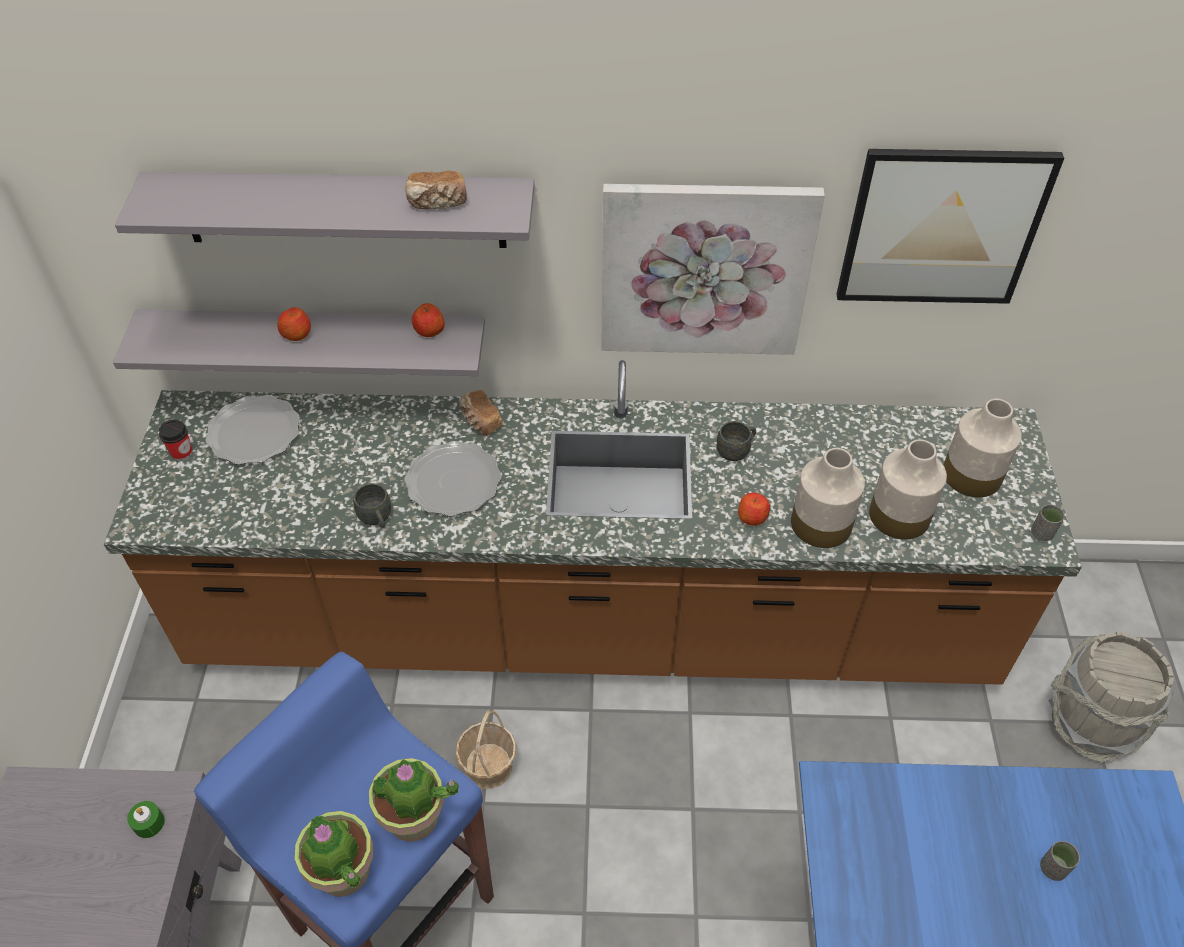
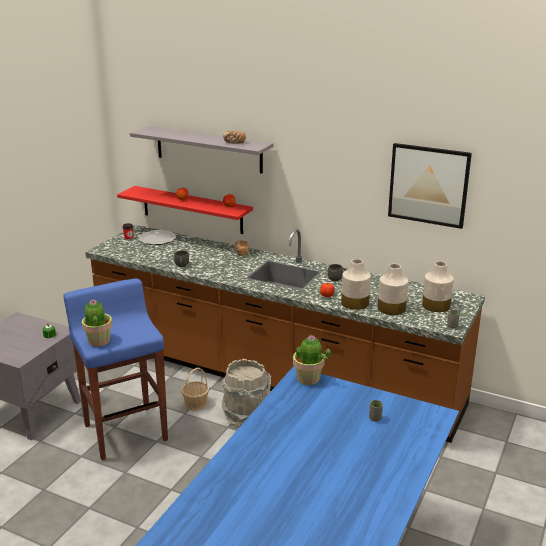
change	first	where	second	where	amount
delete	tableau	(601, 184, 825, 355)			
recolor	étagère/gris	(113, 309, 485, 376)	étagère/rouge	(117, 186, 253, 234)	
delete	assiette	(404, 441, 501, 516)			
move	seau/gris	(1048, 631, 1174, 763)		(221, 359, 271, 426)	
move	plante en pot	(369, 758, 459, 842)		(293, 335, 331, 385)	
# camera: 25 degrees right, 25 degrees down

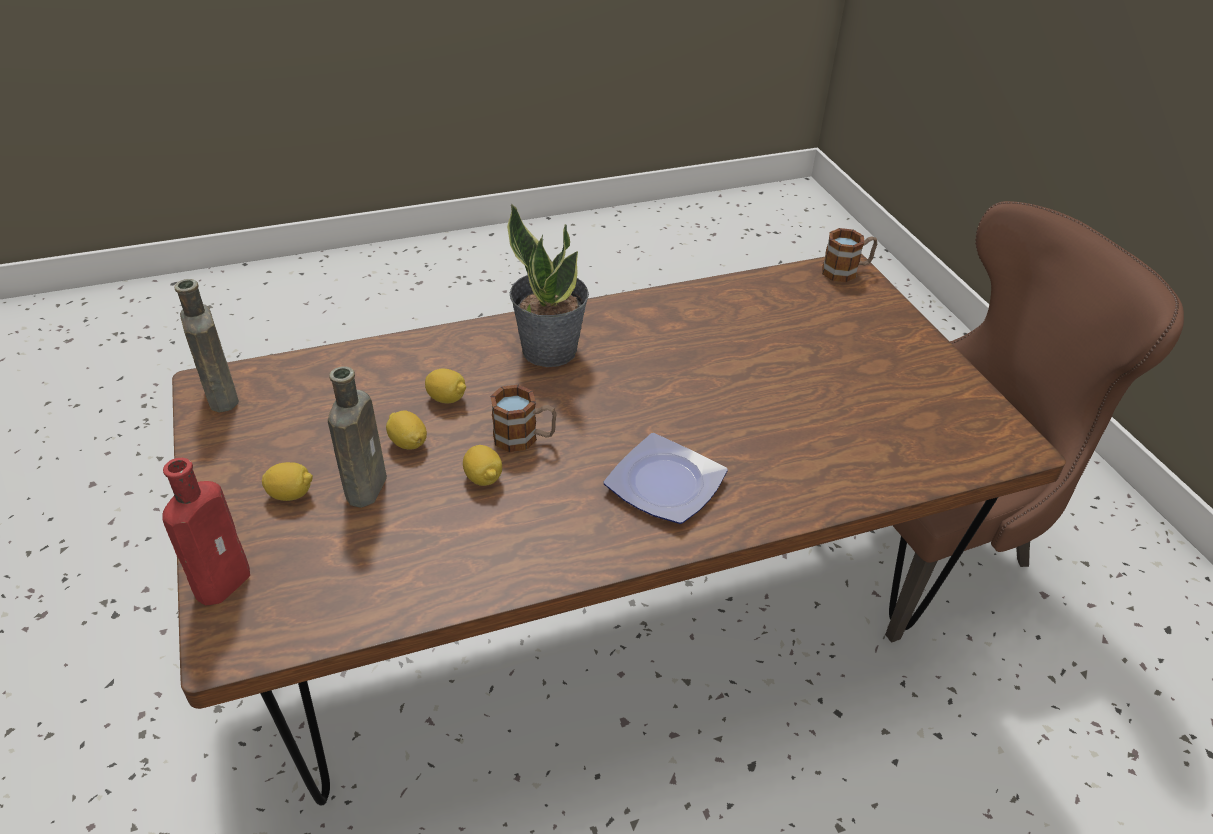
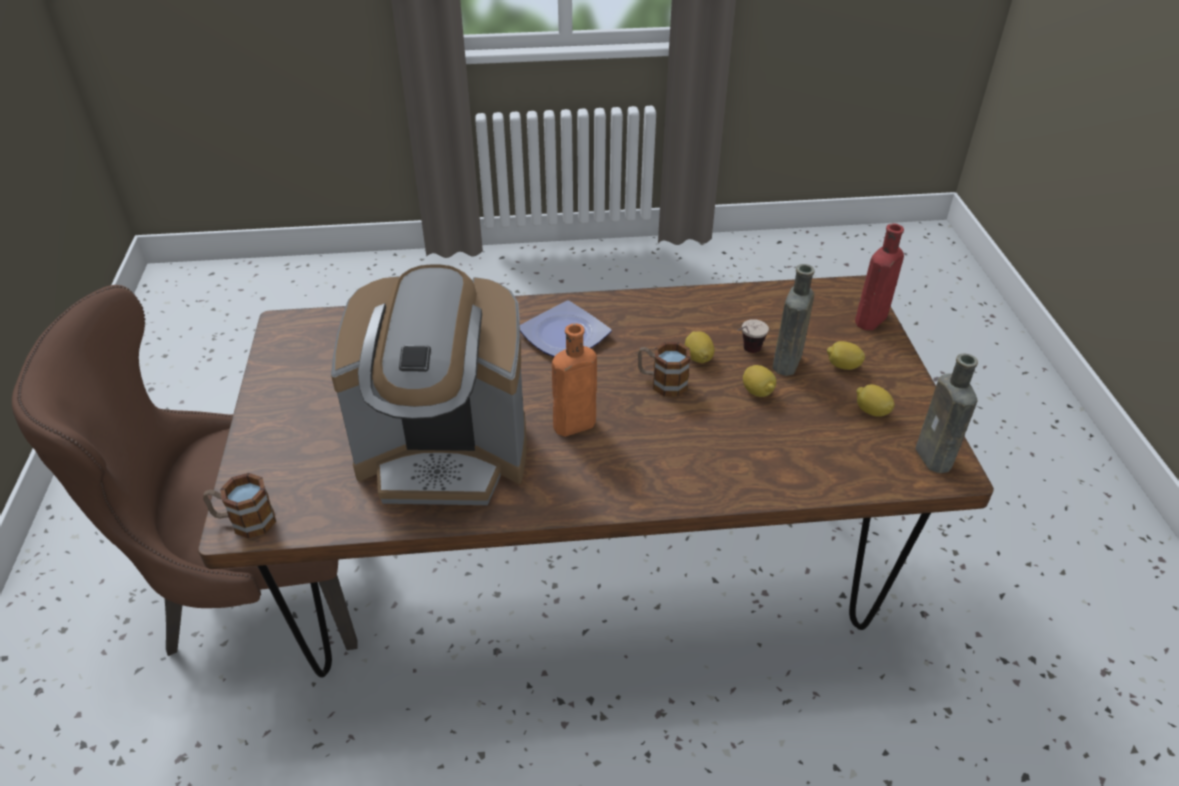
change	first	where	second	where	amount
delete	plante en pot	(507, 204, 589, 367)			
move	citron	(425, 369, 466, 403)		(856, 384, 895, 417)	
insert			machine à café	(331, 264, 527, 505)	
insert			tasse	(738, 319, 769, 353)	
insert			bouteille/orange	(552, 323, 597, 437)	
# camera: 165 degrees left, 0 degrees up

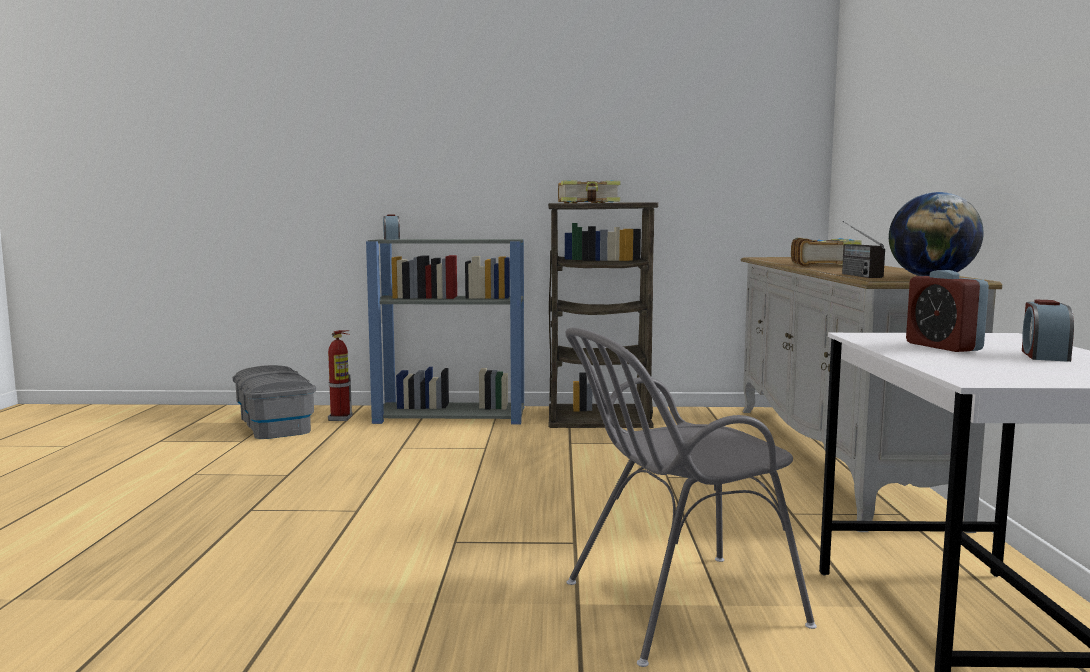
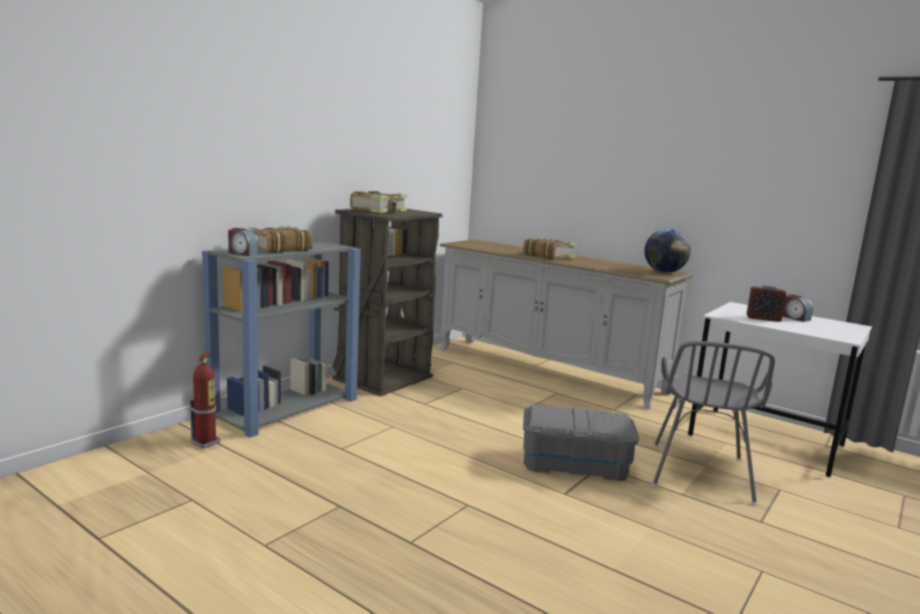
change	first	where	second	where	amount
delete	radio	(842, 221, 885, 278)			
move	boîte de rangement/gris	(232, 365, 316, 439)		(523, 405, 639, 481)	
insert			livre	(243, 226, 313, 253)	
# camera: 55 degrees left, 5 degrees up

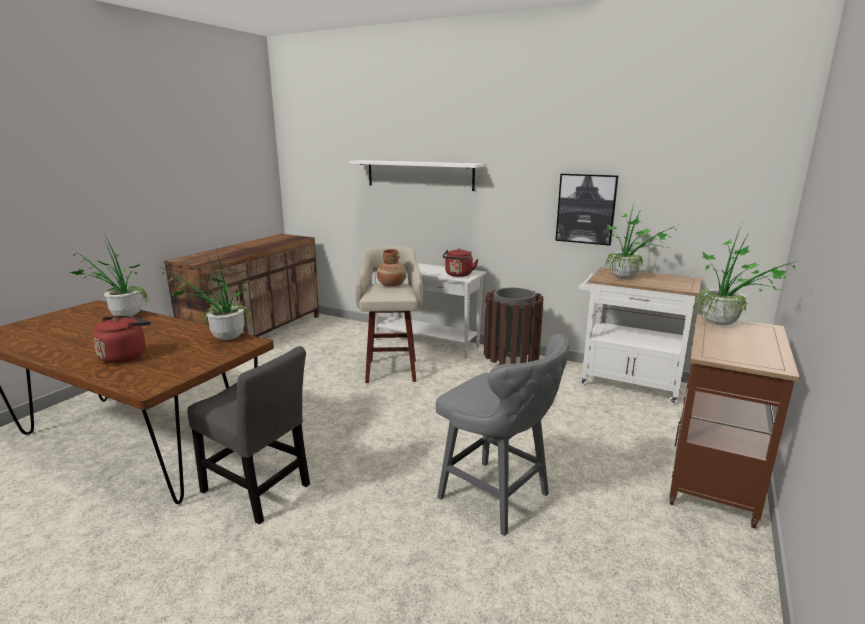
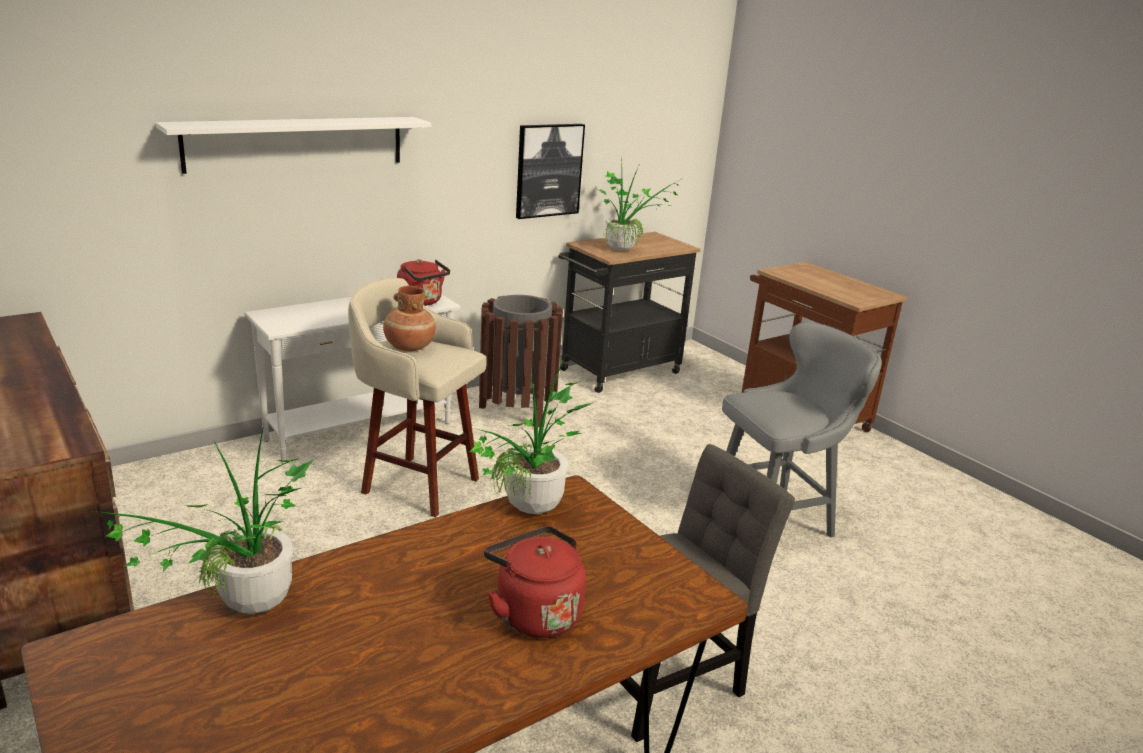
change	first	where	second	where	amount
delete	plante en pot	(694, 221, 796, 325)			
recolor	chariot/blanc	(579, 267, 701, 405)	chariot/noir	(559, 232, 700, 393)	
# camera: 65 degrees left, 5 degrees up

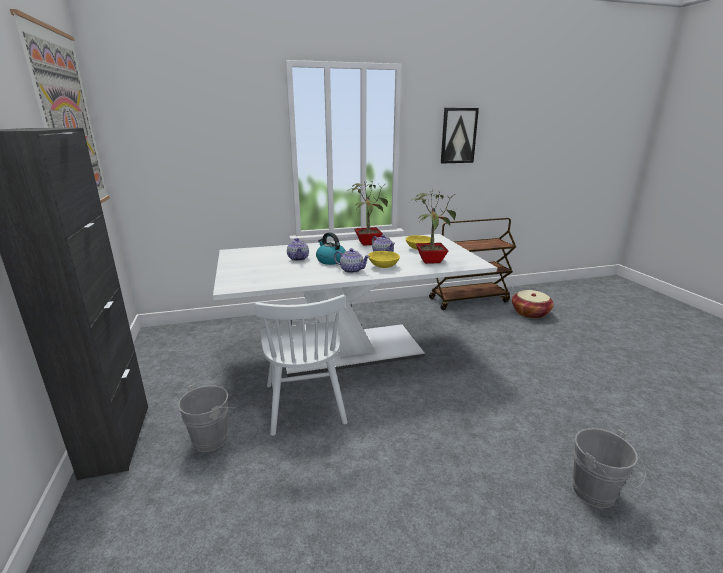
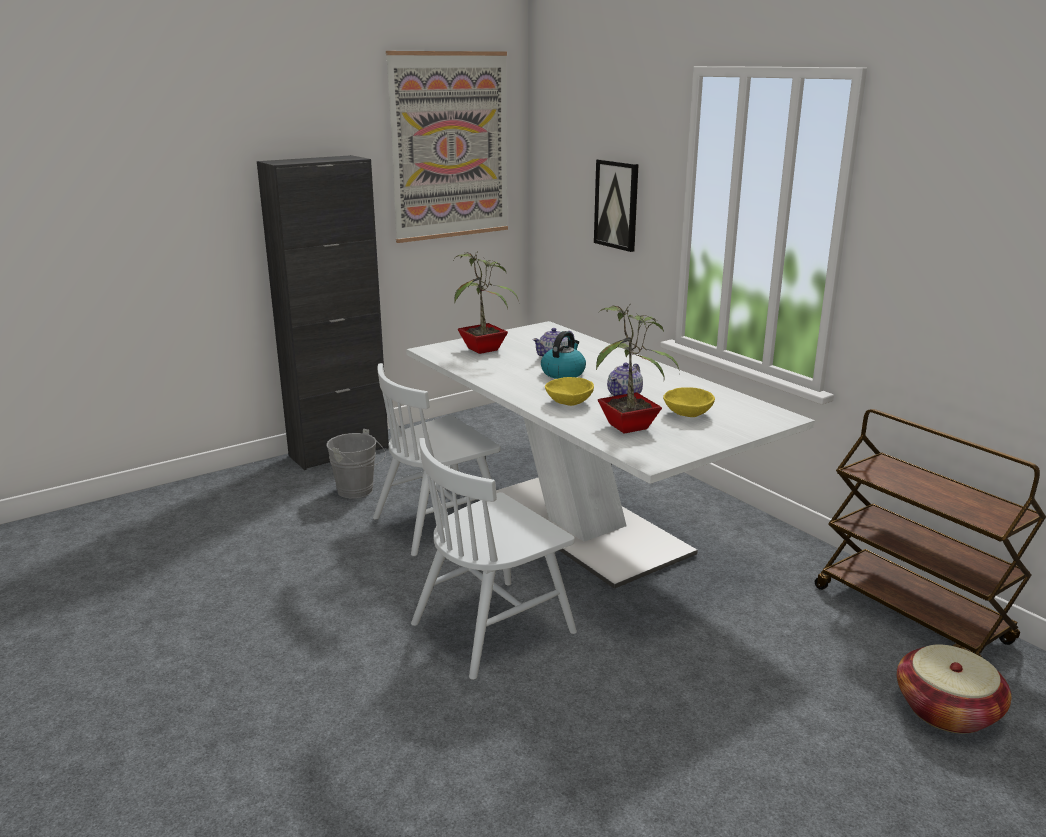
change	first	where	second	where	amount
move	tableau	(441, 108, 479, 164)		(594, 159, 639, 252)	
move	plante en pot	(346, 181, 388, 246)		(453, 250, 519, 354)	
delete	théière	(334, 248, 370, 273)			
delete	seau/gris	(572, 428, 646, 508)			
insert			chaise/blanc	(411, 437, 577, 680)	
# camera: 70 degrees right, 0 degrees up

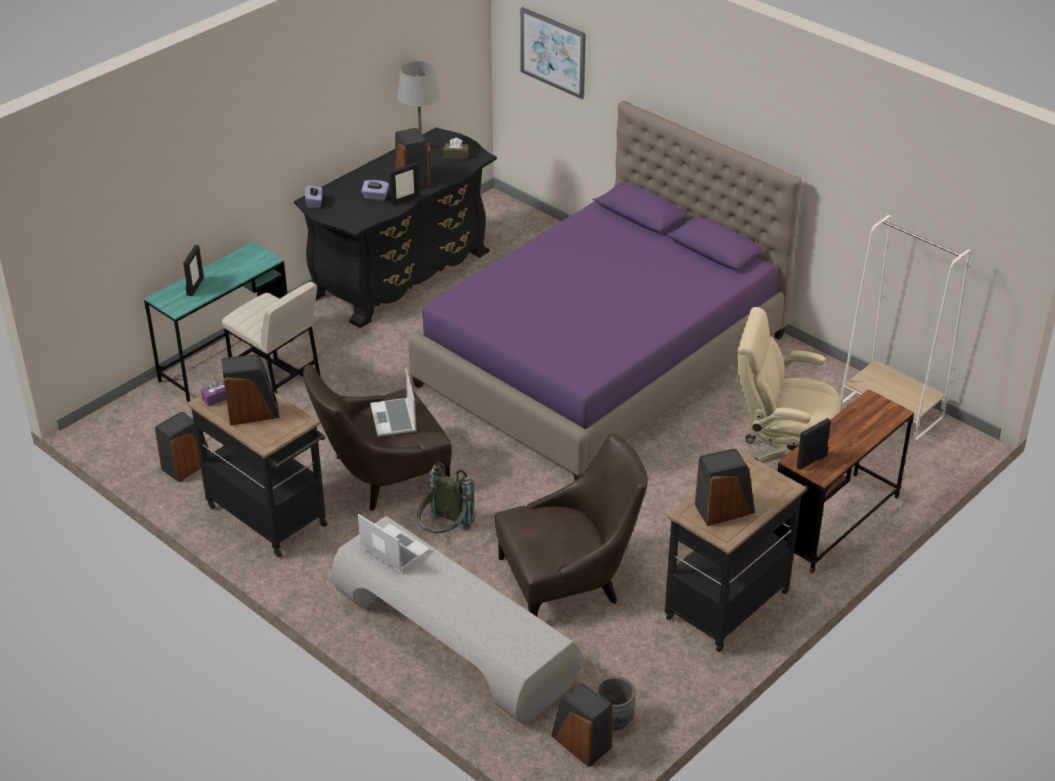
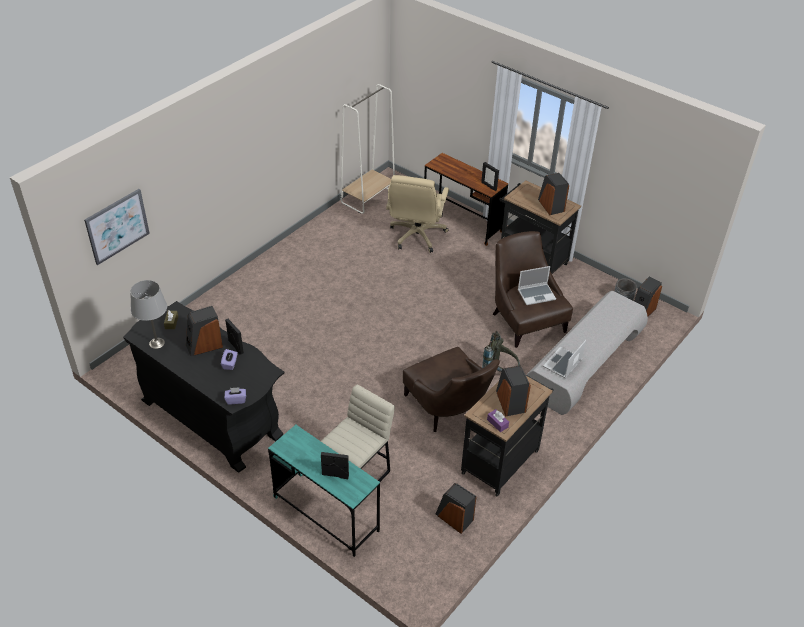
change	first	where	second	where	amount
delete	lit/violet	(408, 101, 802, 481)			
move	ordinateur portable	(370, 368, 416, 436)		(518, 266, 556, 305)	
# camera: 95 degrees left, 5 degrees up

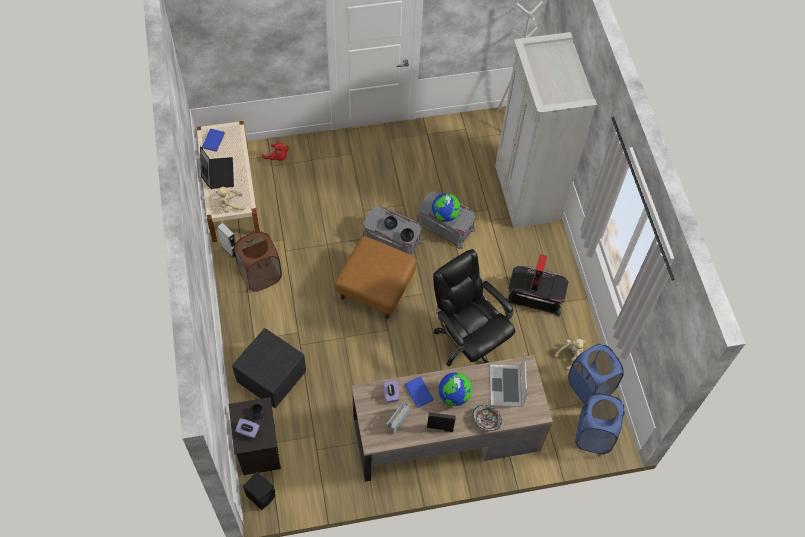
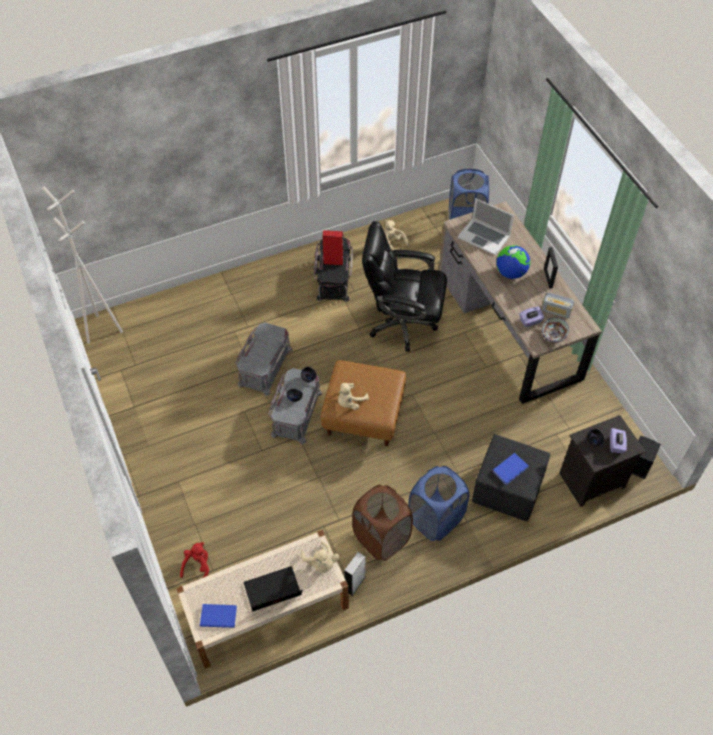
change	first	where	second	where	amount
delete	armoire/blanc	(495, 32, 597, 228)			
delete	globe	(432, 193, 460, 222)			
rotate	chaise de bureau/noir	(433, 249, 515, 366)		(362, 221, 447, 352)	60 degrees clockwise
move	panier à linge/bleu	(568, 344, 624, 403)		(408, 466, 469, 541)	
rotate	ordinateur portable	(490, 353, 527, 407)		(457, 198, 514, 255)	45 degrees clockwise
move	livre/bleu	(405, 376, 434, 408)		(492, 453, 528, 485)	
move	bol	(473, 405, 502, 431)		(542, 317, 569, 342)	
insert			peluche/beige	(338, 383, 369, 410)	
# camera: 100 degrees left, 5 degrees down

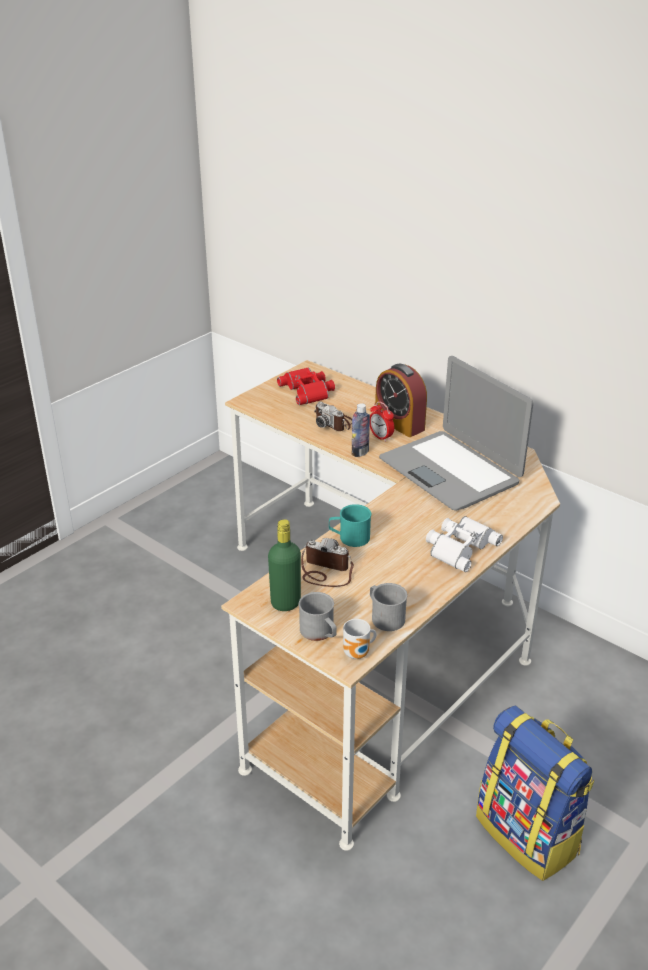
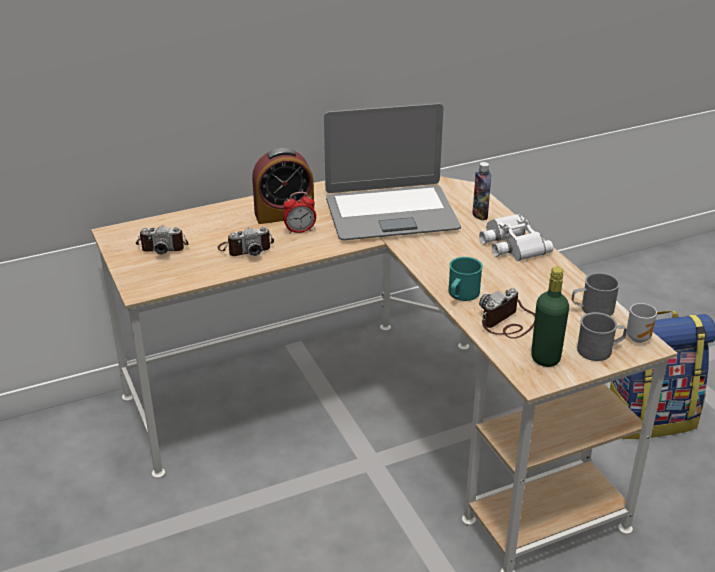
change	first	where	second	where	amount
replace	jumelles/rouge	(277, 367, 335, 405)	appareil photo	(136, 226, 188, 255)	
move	bouteille	(352, 403, 370, 457)		(472, 162, 491, 220)	
# camera: 65 degrees left, 0 degrees up

